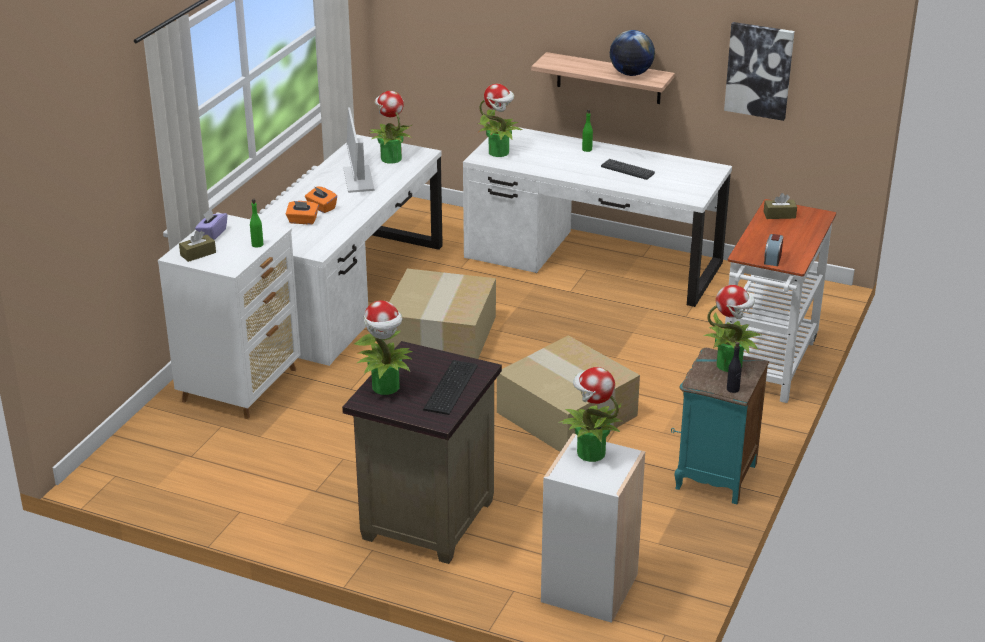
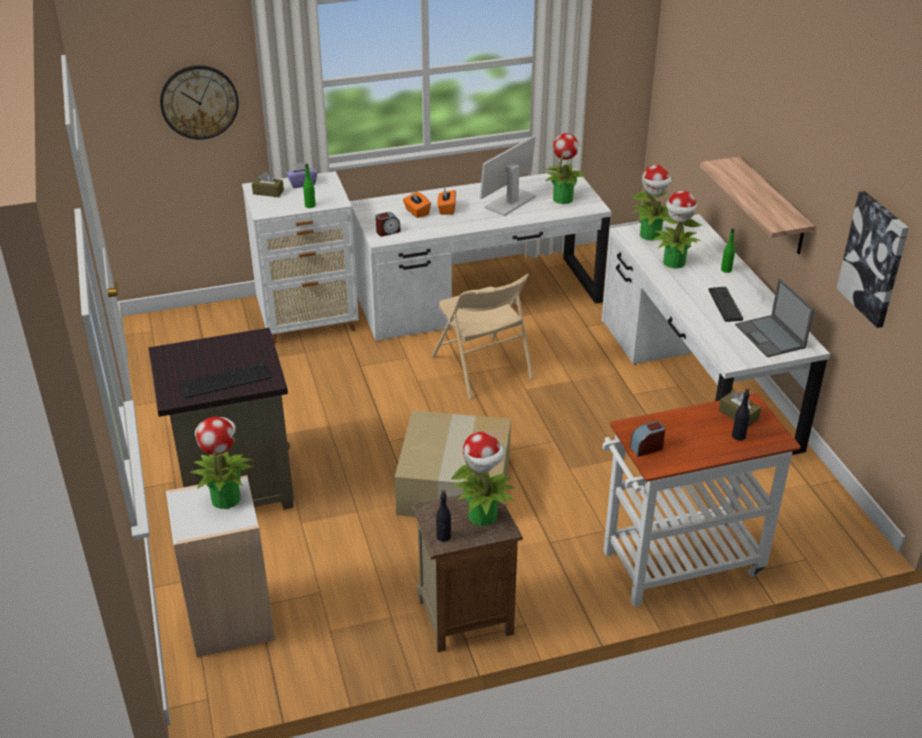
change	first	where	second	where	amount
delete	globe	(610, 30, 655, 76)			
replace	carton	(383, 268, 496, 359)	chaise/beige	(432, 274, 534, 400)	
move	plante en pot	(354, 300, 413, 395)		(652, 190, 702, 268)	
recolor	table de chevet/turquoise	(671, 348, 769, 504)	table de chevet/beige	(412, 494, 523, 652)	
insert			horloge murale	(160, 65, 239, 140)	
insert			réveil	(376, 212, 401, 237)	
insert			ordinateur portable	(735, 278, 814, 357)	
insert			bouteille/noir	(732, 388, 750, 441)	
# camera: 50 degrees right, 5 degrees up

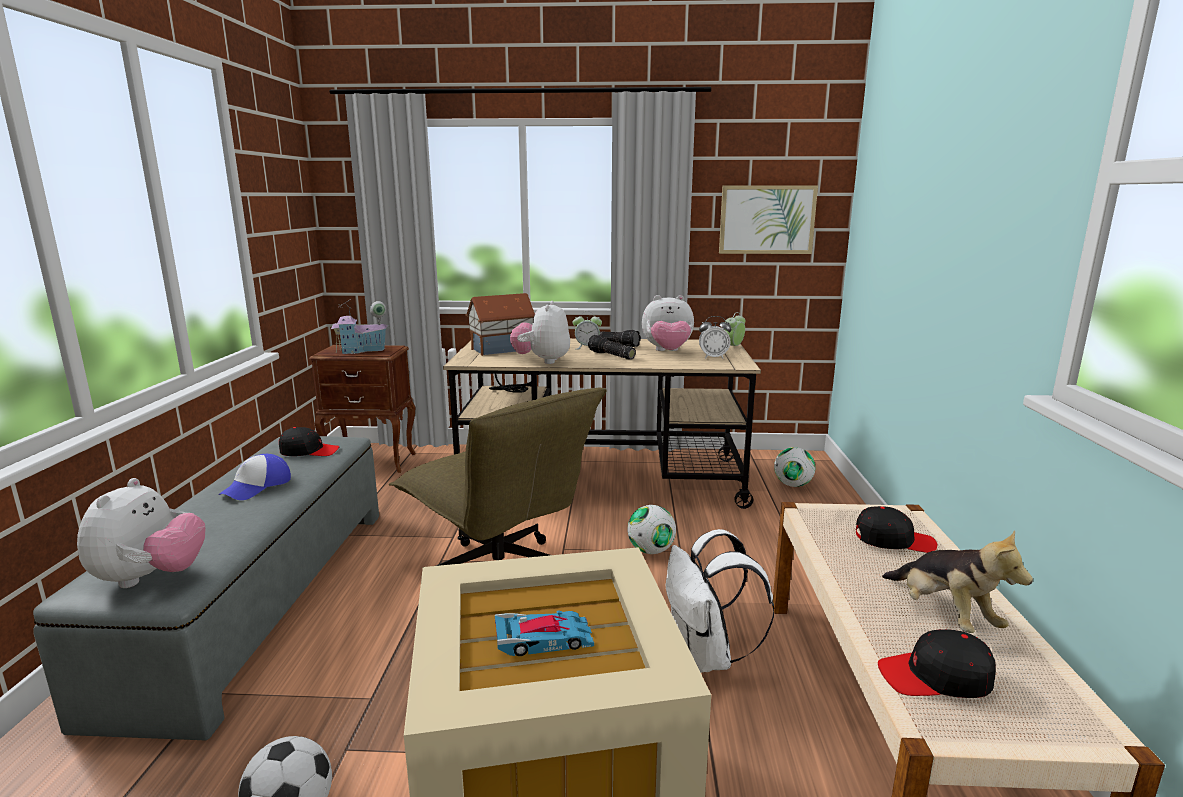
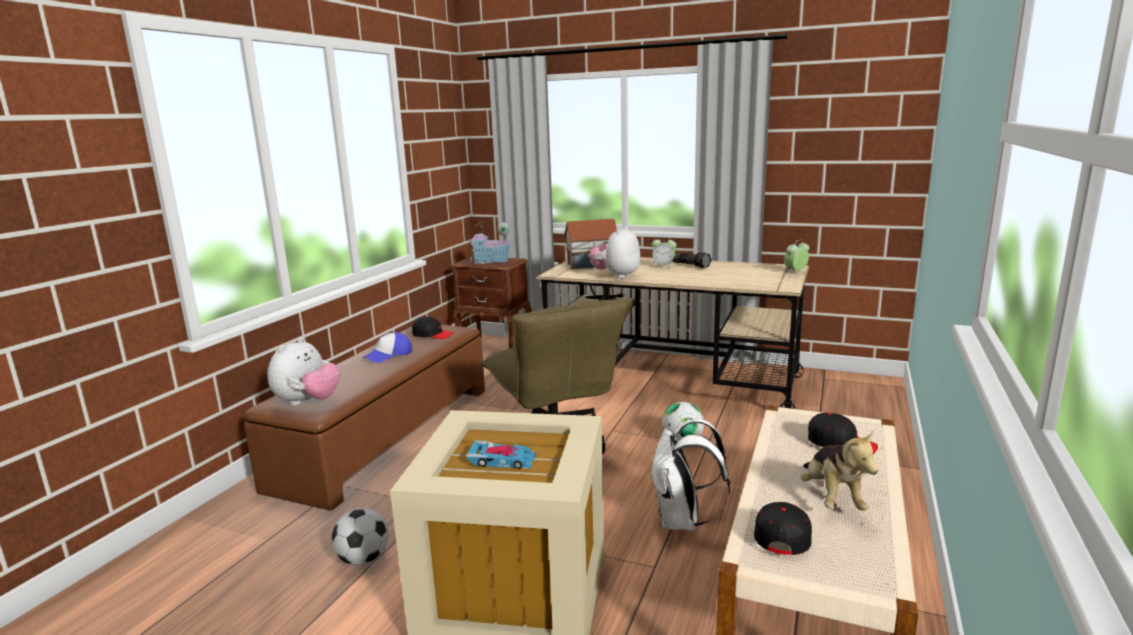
change	first	where	second	where	amount
delete	tableau	(719, 185, 818, 254)			
delete	peluche	(642, 295, 694, 351)			
delete	réveil	(699, 316, 731, 359)			
delete	lampe de poche	(588, 335, 636, 360)			
recolor	banc/gris	(33, 436, 379, 740)	banc/marron	(244, 325, 485, 511)	
delete	ballon de foot	(774, 447, 815, 487)			
rotate	casquette/noir	(878, 629, 996, 698)		(754, 502, 812, 555)	90 degrees clockwise
# camera: 20 degrees right, 0 degrees up

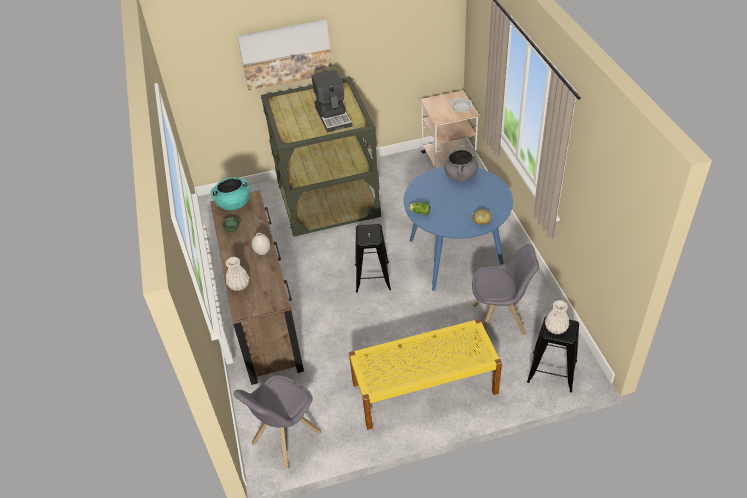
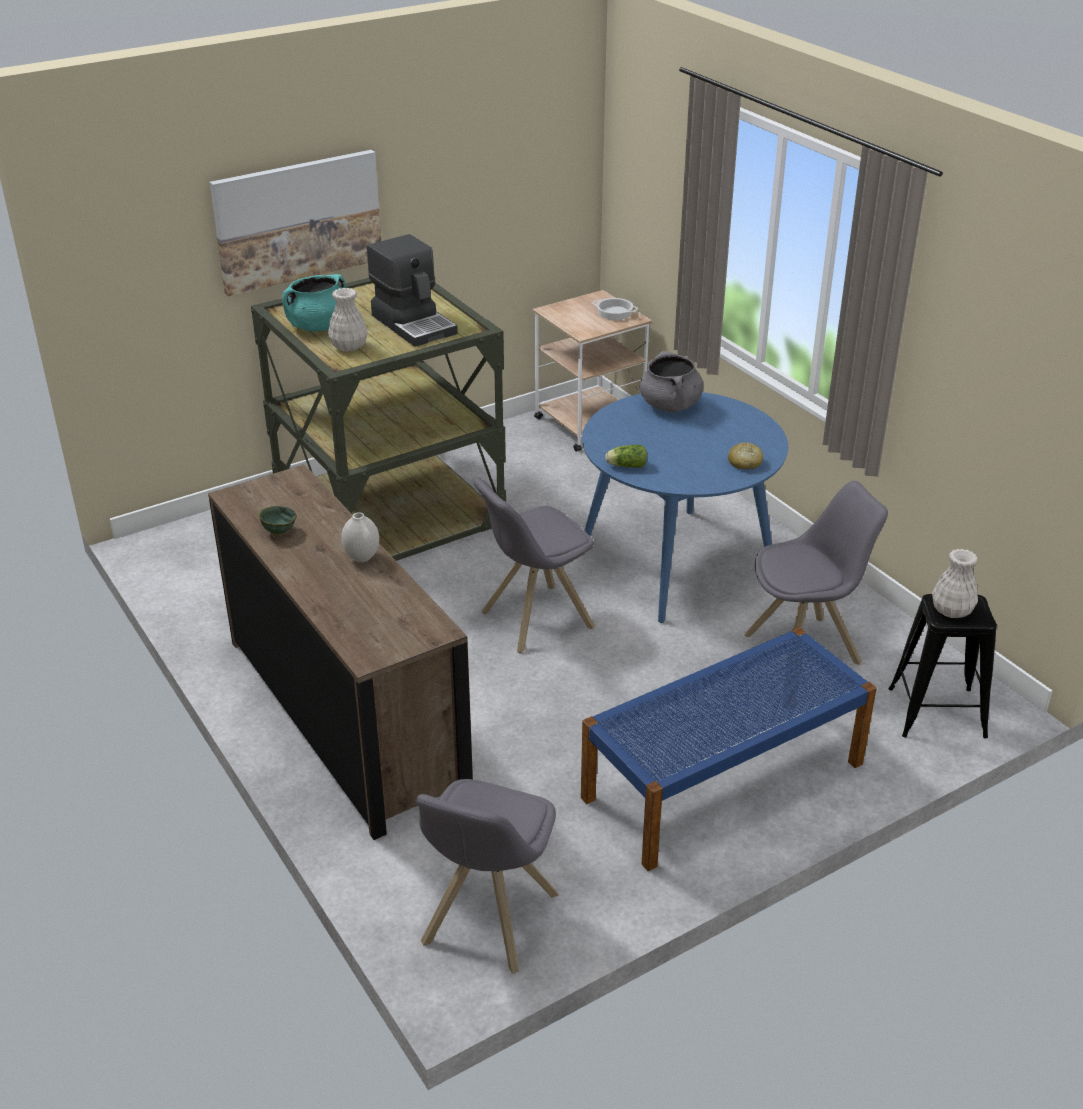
change	first	where	second	where	amount
move	marmite/turquoise	(211, 177, 250, 210)		(282, 274, 346, 331)	
replace	tabouret/noir	(355, 224, 391, 292)	chaise/gris	(474, 477, 595, 653)	
move	vase/blanc	(225, 257, 249, 291)		(328, 288, 368, 352)	
recolor	banc/jaune	(349, 319, 502, 430)	banc/bleu	(581, 627, 877, 872)	
# camera: 20 degrees left, 10 degrees down

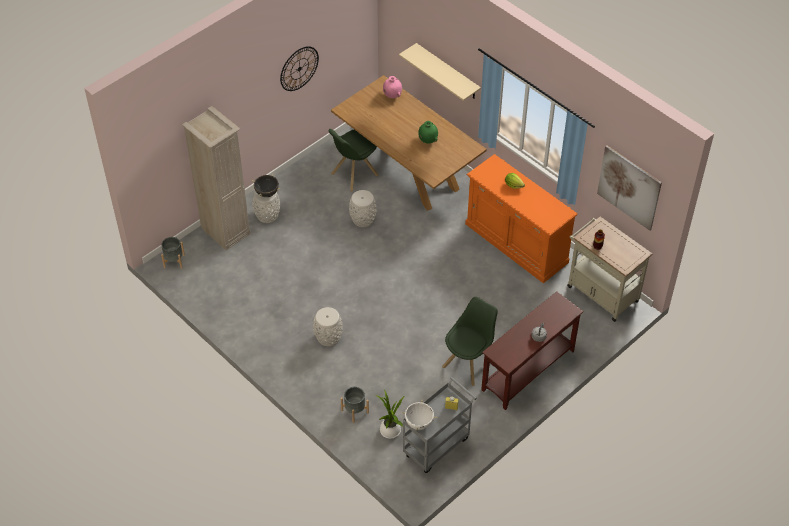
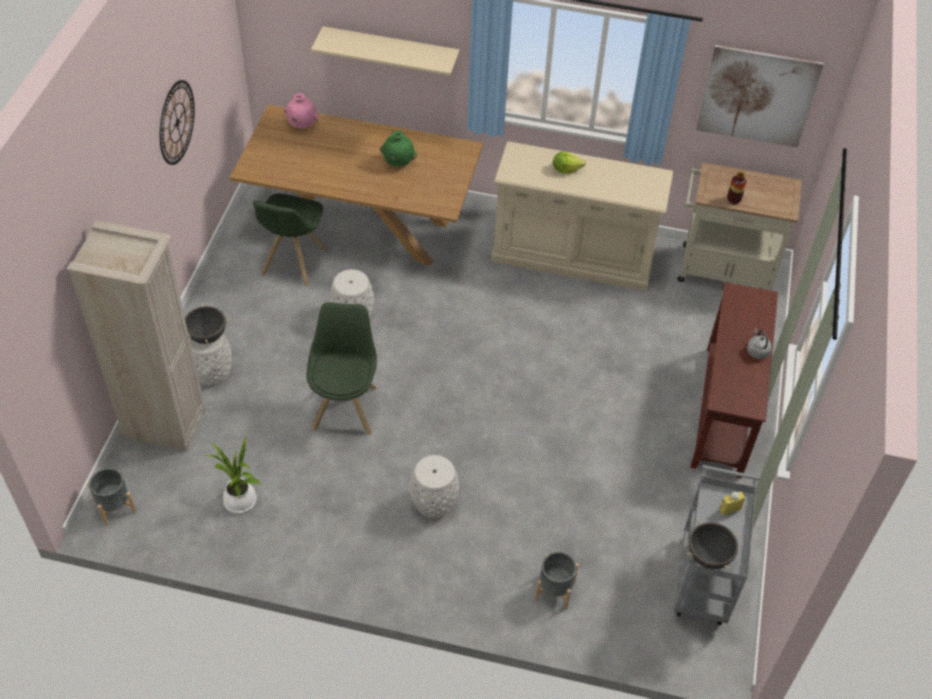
change	first	where	second	where	amount
recolor	commode/orange	(465, 154, 578, 283)	commode/beige	(491, 141, 673, 291)	
move	chaise/vert	(442, 297, 498, 386)		(307, 302, 377, 435)	
move	plante en pot	(375, 390, 404, 439)		(205, 437, 260, 513)	
recolor	marmite/blanc	(401, 400, 437, 431)	marmite/noir	(687, 519, 740, 570)	
# camera: 35 degrees left, 0 degrees up

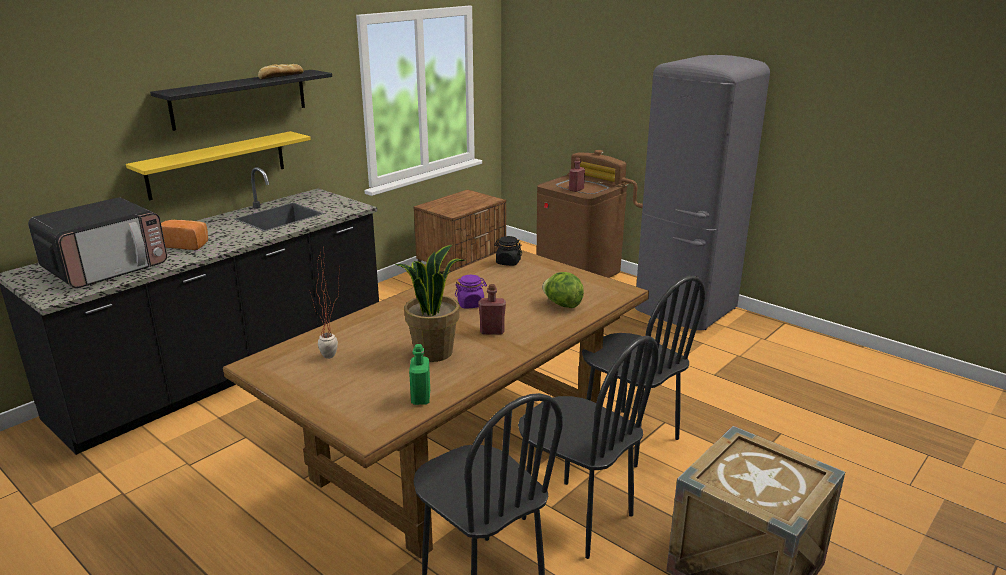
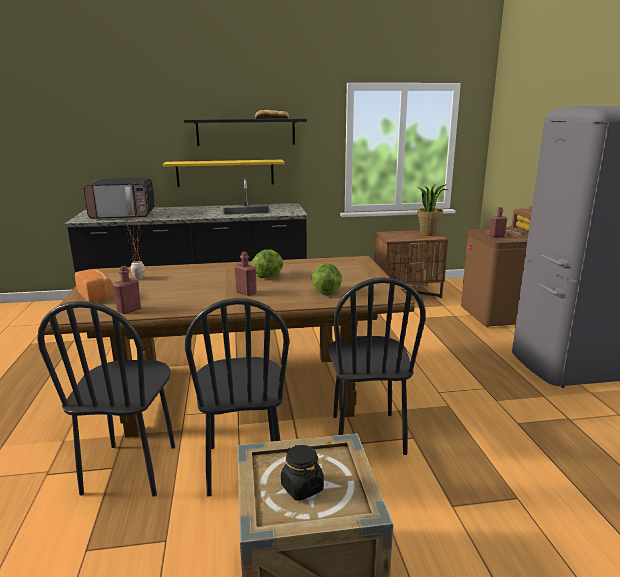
change	first	where	second	where	amount
move	pain	(161, 220, 208, 250)		(75, 269, 114, 302)	
move	bocal/noir	(494, 236, 522, 266)		(281, 445, 324, 501)	
move	plante en pot	(395, 245, 466, 362)		(417, 184, 447, 236)	
replace	bocal/violet	(455, 275, 487, 308)	laitue	(251, 249, 283, 278)	
recolor	bouteille/vert	(409, 344, 430, 405)	bouteille/rouge	(113, 266, 141, 314)	
# camera: 40 degrees right, 5 degrees down

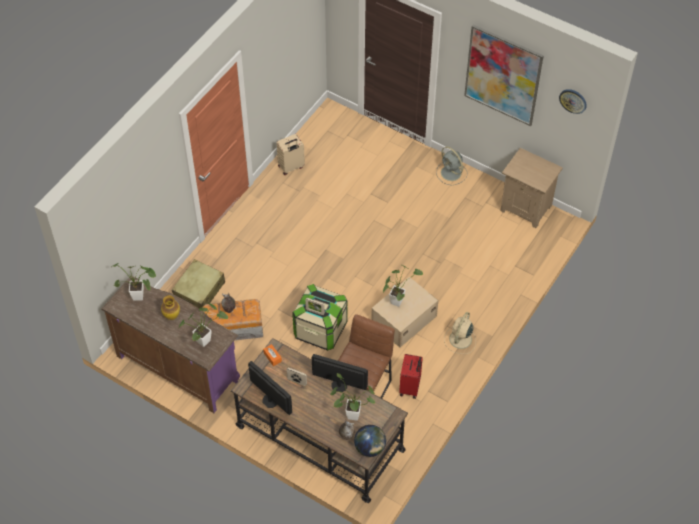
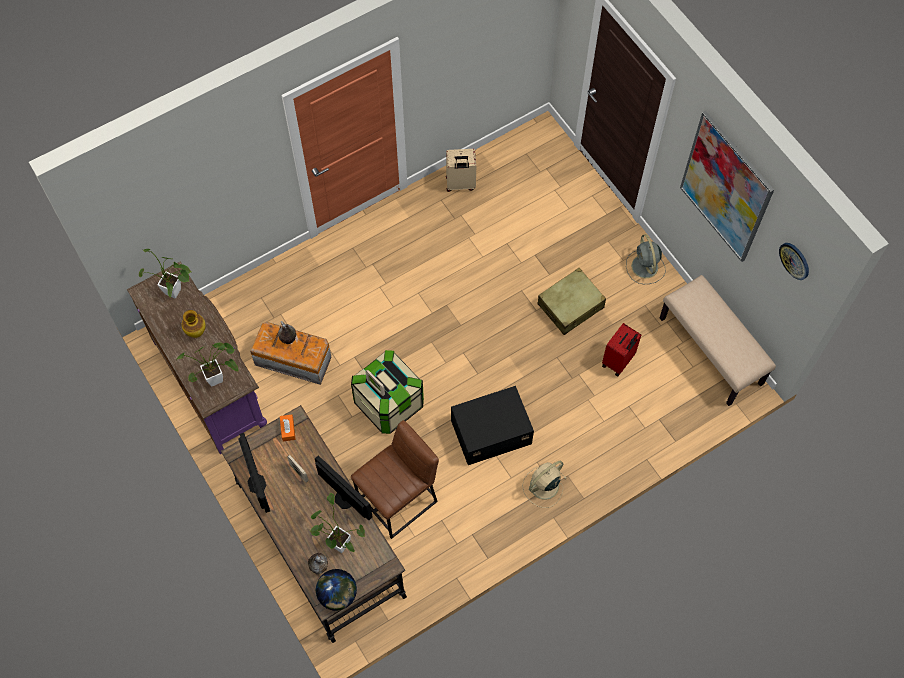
change	first	where	second	where	amount
replace	table de chevet/beige	(500, 148, 563, 228)	banc/beige	(660, 275, 776, 406)	
move	valise/beige	(172, 259, 225, 309)		(537, 268, 606, 335)	
delete	plante en pot	(383, 265, 423, 307)			
recolor	boîte de rangement/beige	(371, 277, 439, 347)	boîte de rangement/noir	(451, 386, 534, 465)	
move	valise/rouge	(399, 354, 423, 399)		(602, 323, 641, 376)	
# camera: 25 degrees right, 10 degrees up

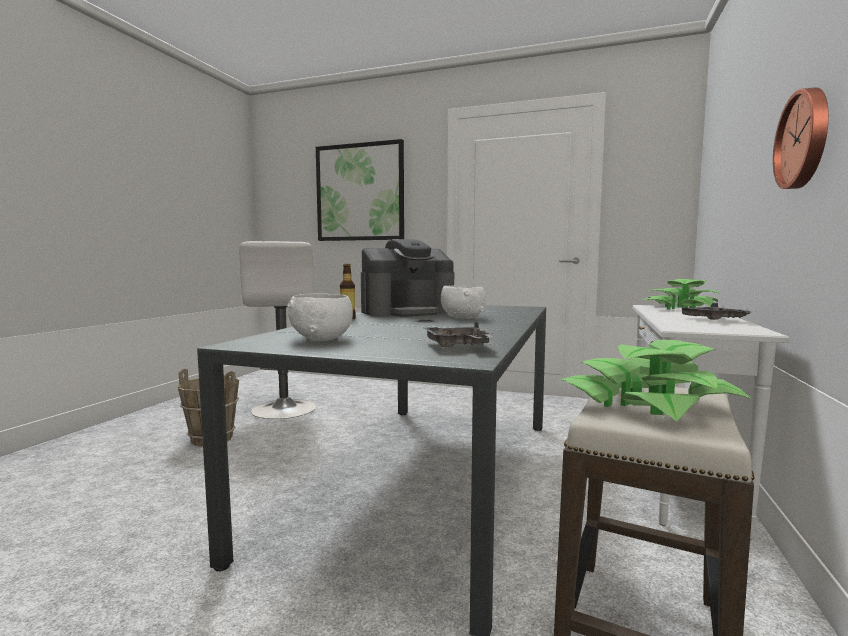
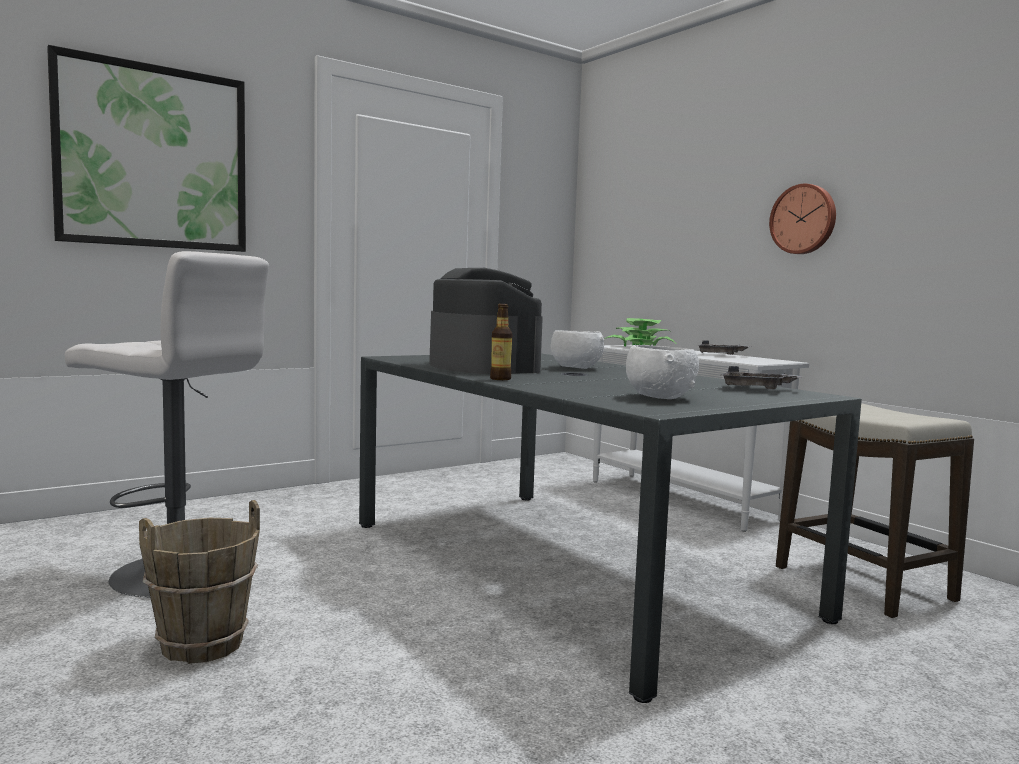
change	first	where	second	where	amount
rotate	machine à café	(361, 239, 454, 317)		(429, 268, 543, 374)	45 degrees counterclockwise
delete	plante en pot	(560, 340, 752, 421)			
# camera: 55 degrees left, 0 degrees up

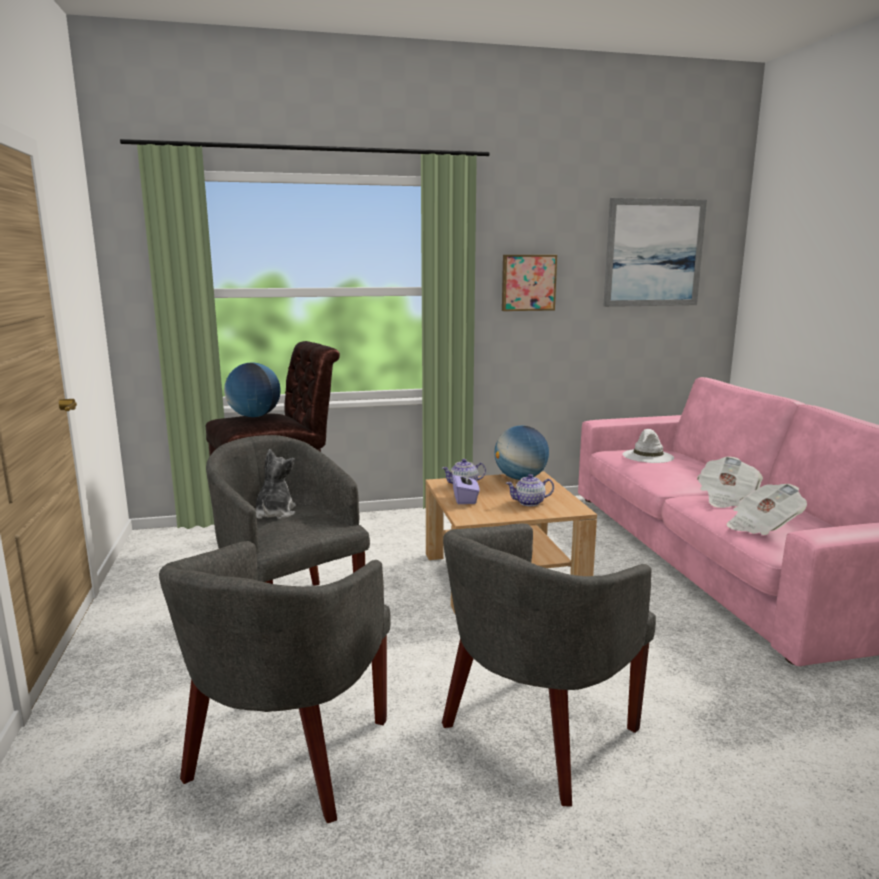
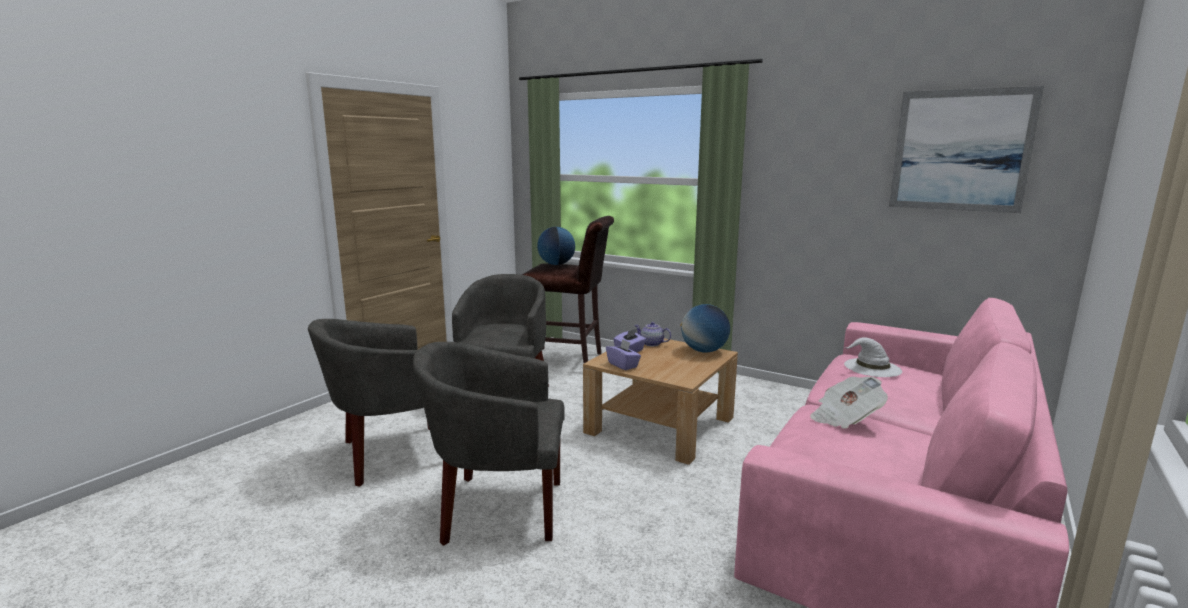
change	first	where	second	where	amount
delete	tableau	(502, 255, 557, 311)			
delete	peluche	(256, 449, 296, 519)			
delete	théière	(506, 474, 554, 506)			
delete	journal	(726, 484, 807, 535)			
insert			boîte à mouchoirs/violet	(606, 339, 641, 370)	
# camera: 45 degrees right, 0 degrees up

